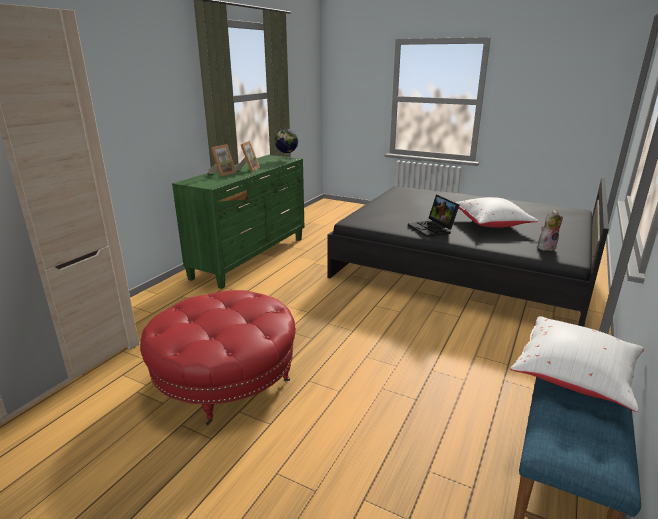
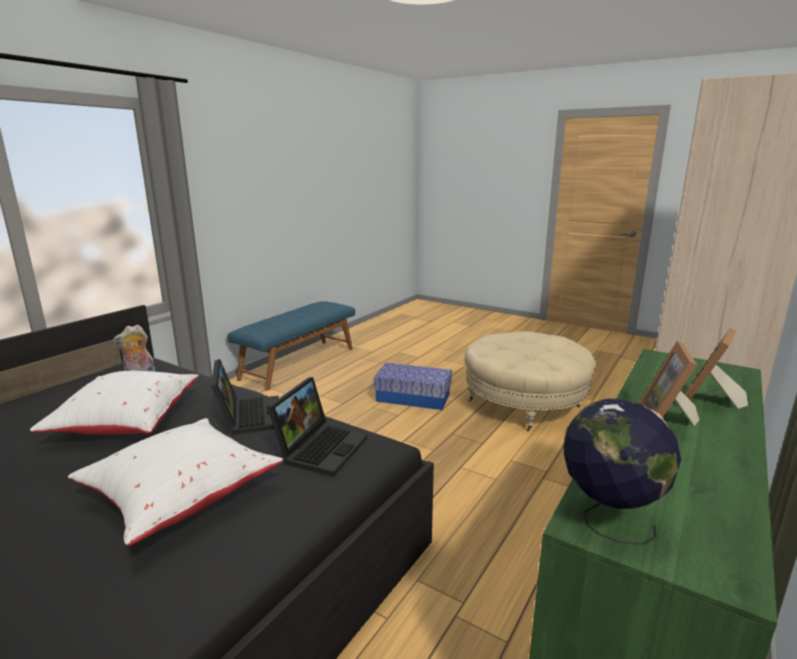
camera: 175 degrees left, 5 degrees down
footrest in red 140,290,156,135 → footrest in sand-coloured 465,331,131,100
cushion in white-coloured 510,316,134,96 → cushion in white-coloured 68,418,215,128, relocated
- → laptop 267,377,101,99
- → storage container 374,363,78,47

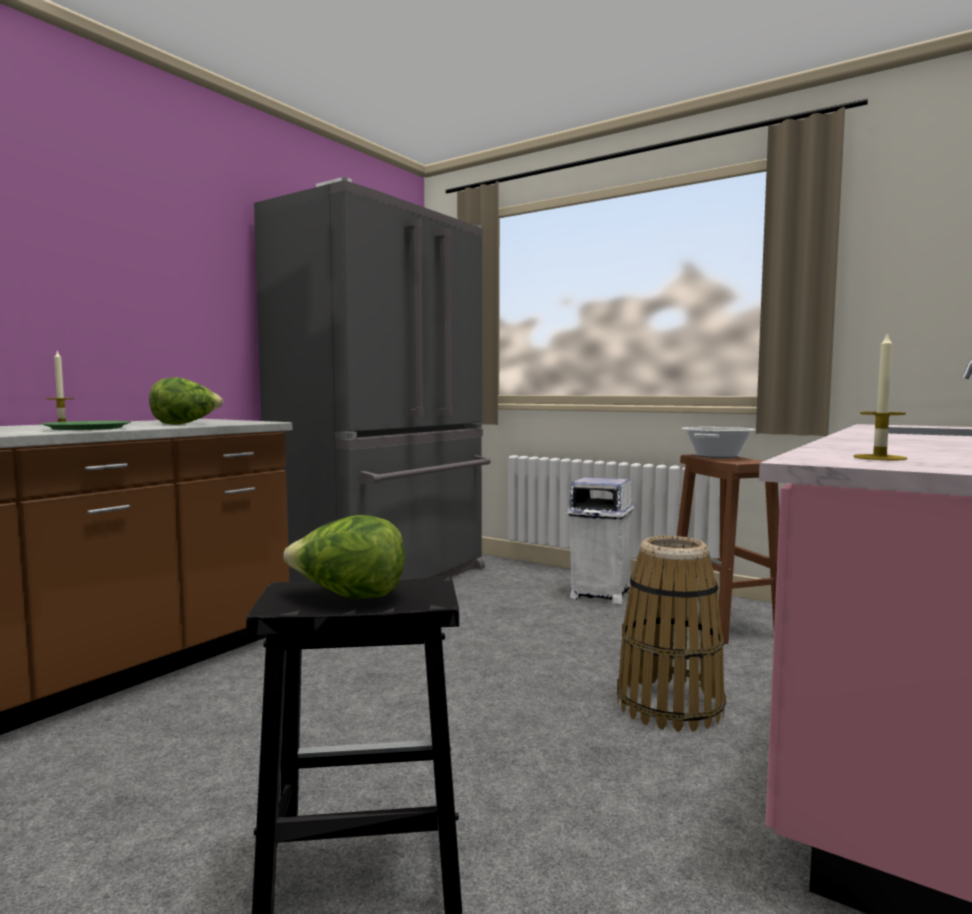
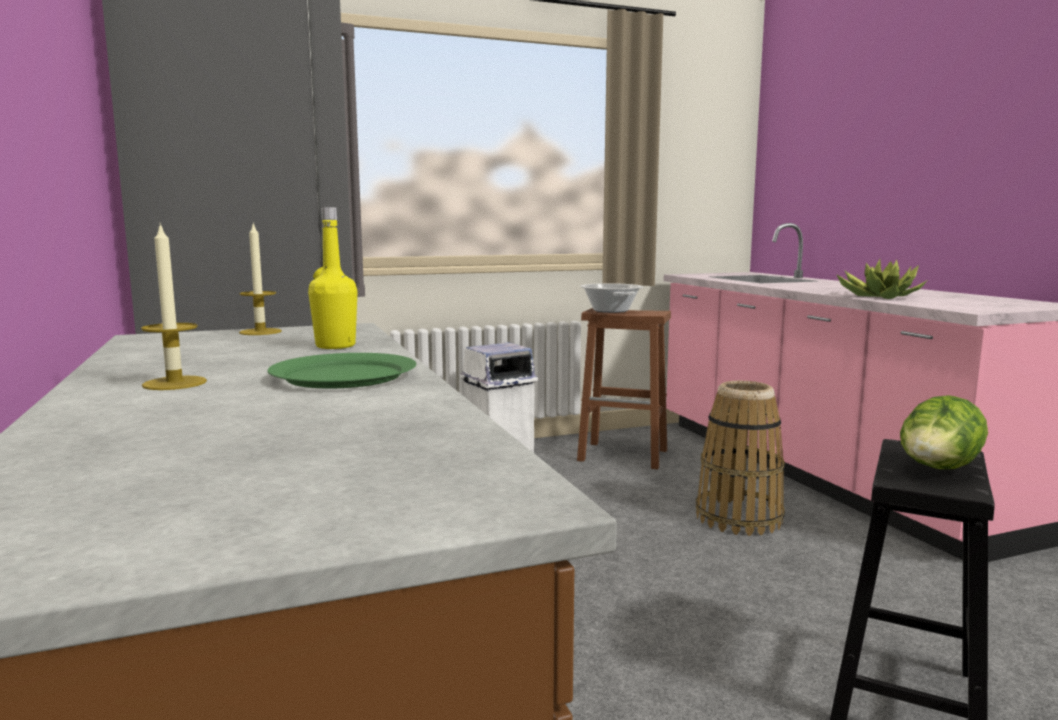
camera: 55 degrees left, 5 degrees up
lettuce head 149,377,74,48 → drink bottle in yellow 308,207,50,142
wax candle 854,331,53,129 → wax candle 239,222,43,113, relocated
- → plant in a pot 836,259,92,40

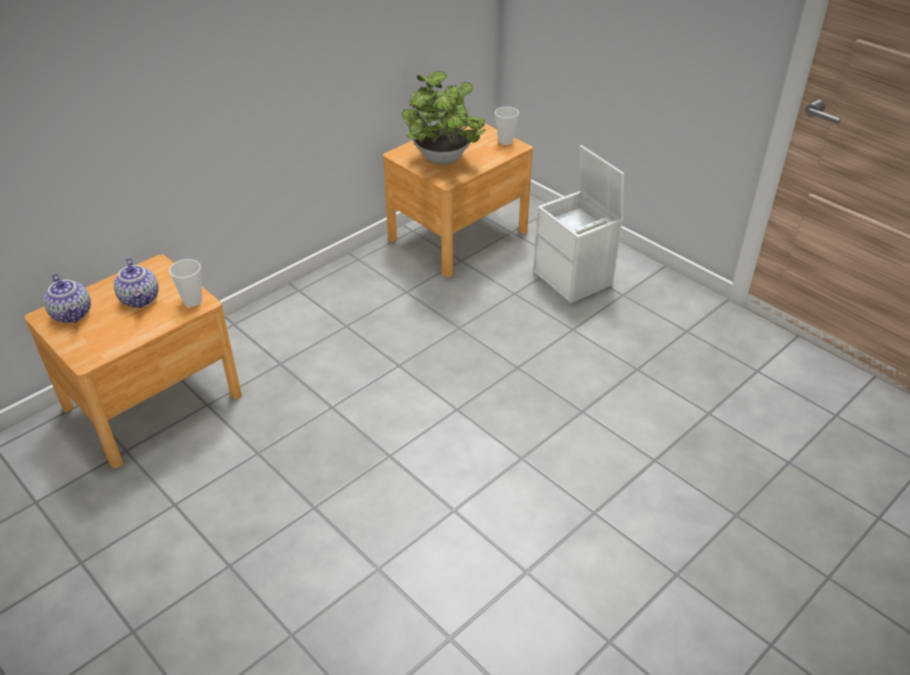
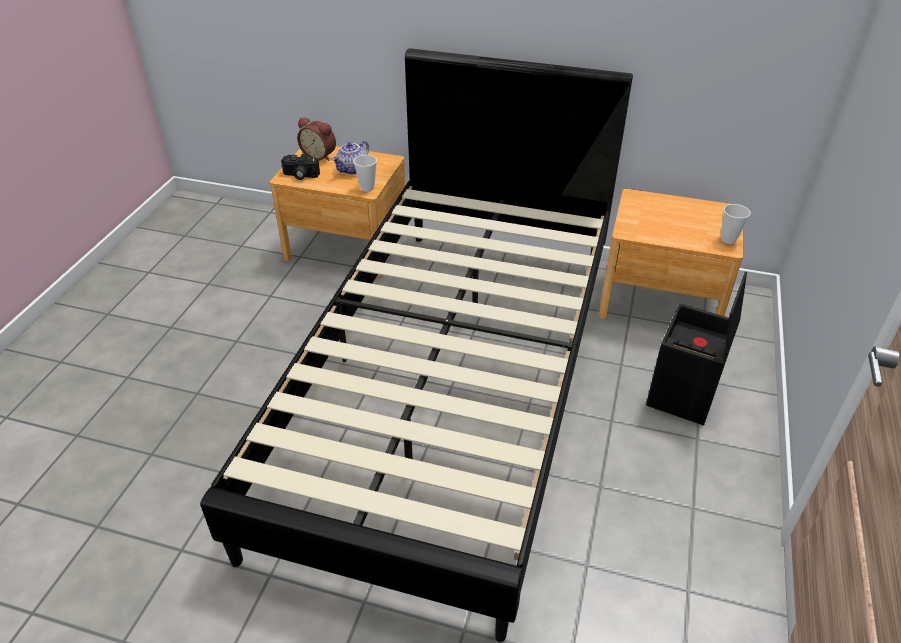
camera: 60 degrees right, 0 degrees up
teapot 44,274,47,49 → table clock 297,117,39,44
plant in a pot 402,71,84,94 → -
storage container in white-coloured 533,145,91,158 → storage container in black 646,272,101,154
- → bed in black 200,48,433,594
- → photo camera 281,154,39,26

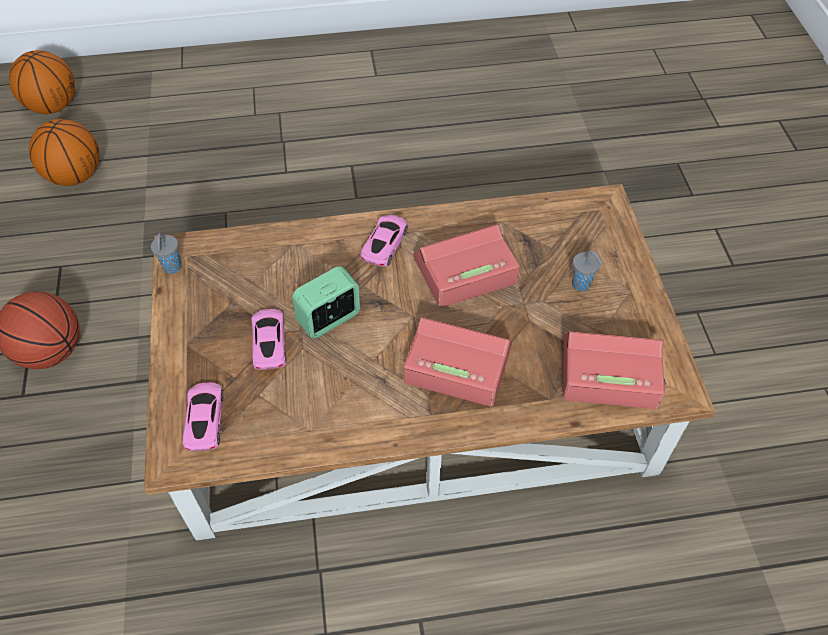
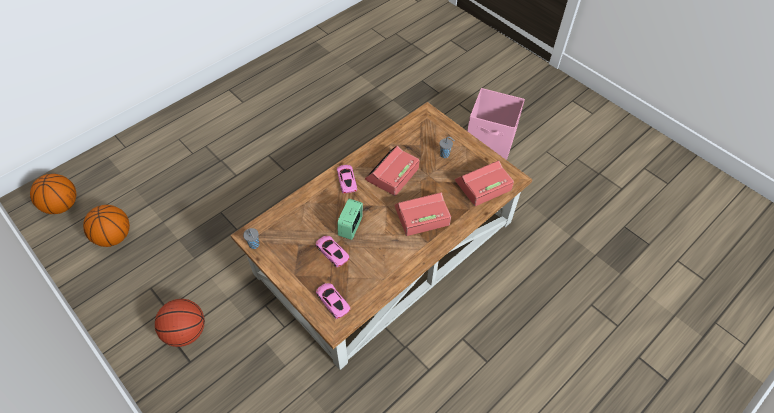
camera: 35 degrees left, 0 degrees up
- → storage container in pink 467,88,58,72

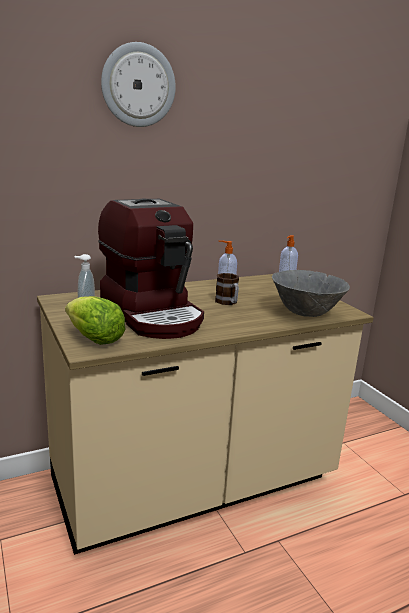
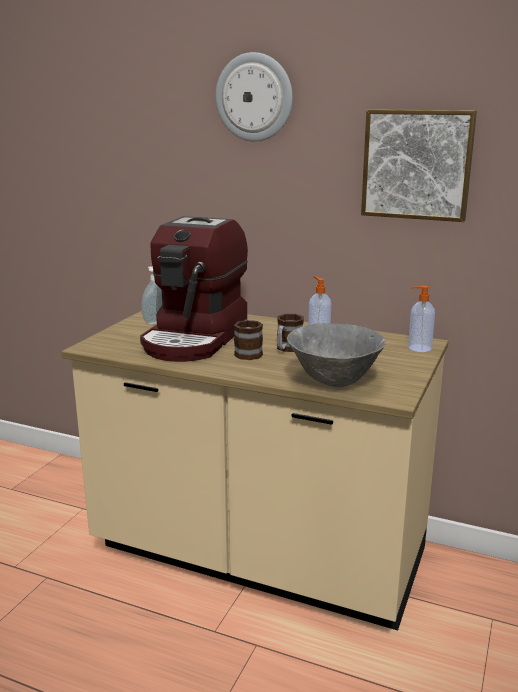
camera: 50 degrees right, 0 degrees up
lettuce head 65,296,61,49 → -
- → mug 234,320,29,40
- → wall art 361,109,116,113

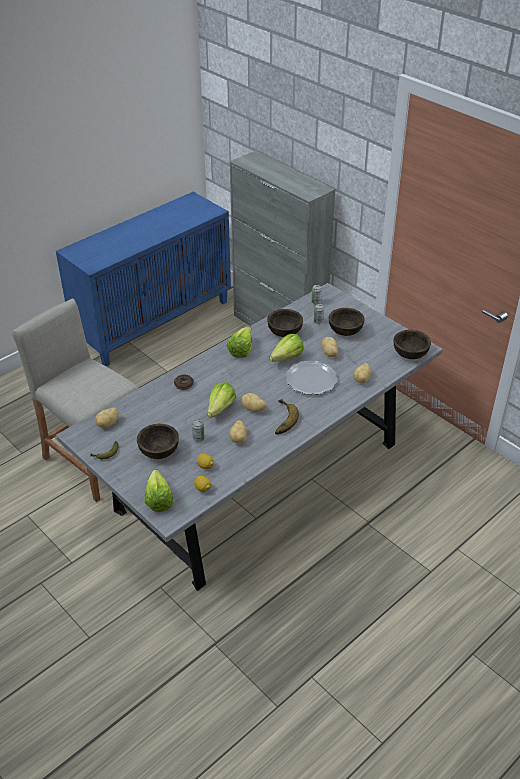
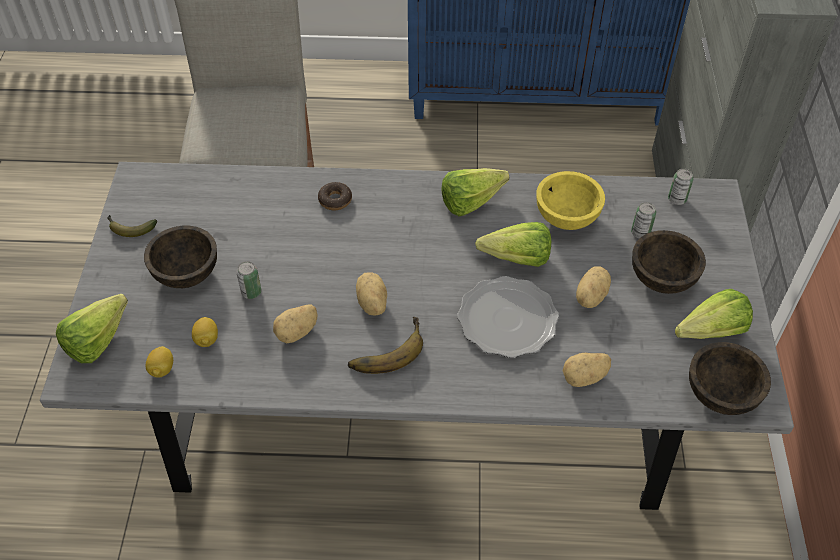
camera: 45 degrees right, 10 degrees up
potato 95,407,24,21 → -
lettuce head 208,382,28,36 → lettuce head 675,289,78,50, relocated
deep dish in brown 267,309,36,28 → deep dish in yellow 536,171,69,59

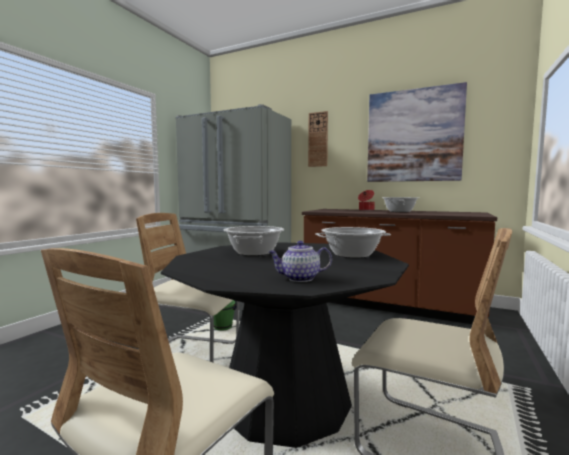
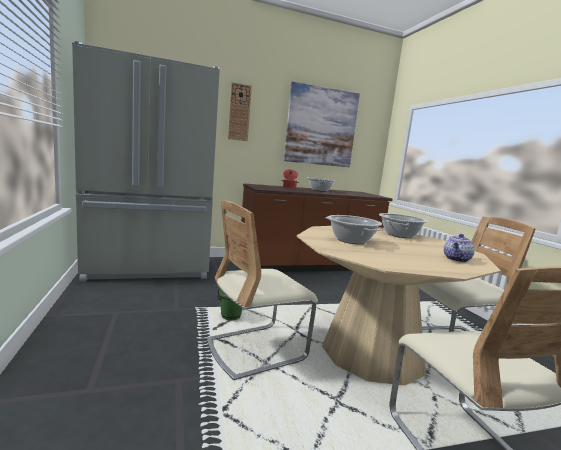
camera: 45 degrees left, 5 degrees up
kitchen table in black 161,242,248,206 → kitchen table in sand-coloured 297,226,204,159

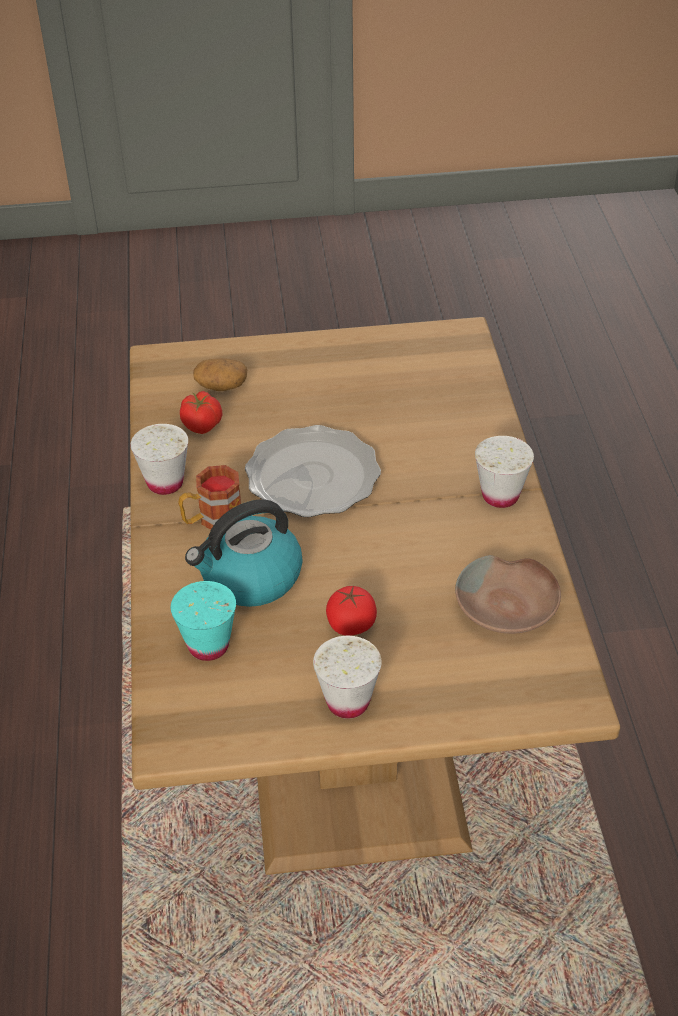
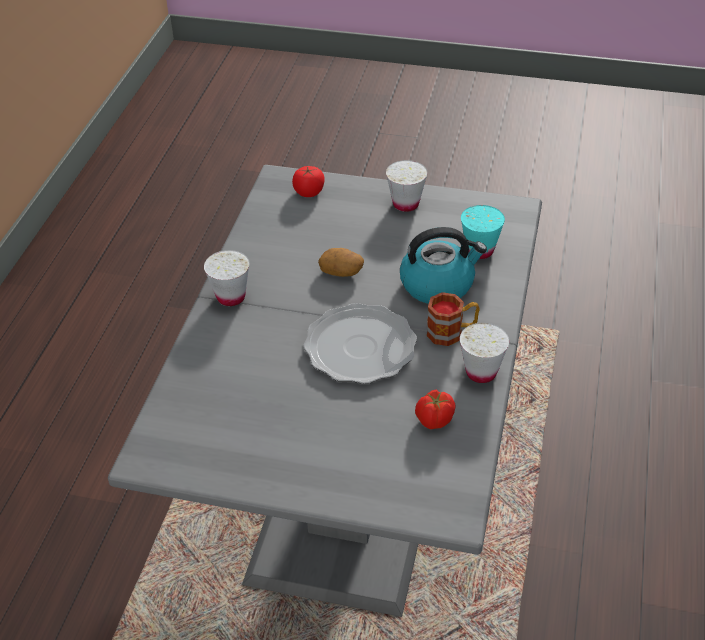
camera: 160 degrees left, 0 degrees up
kitchen table in brown 130,317,490,558 → kitchen table in gray 108,165,434,452
potato 193,358,54,33 → potato 318,248,46,29, relocated
fresh tomato 326,585,51,51 → fresh tomato 292,166,33,31, relocated
deep dish in brown 455,555,106,79 → -

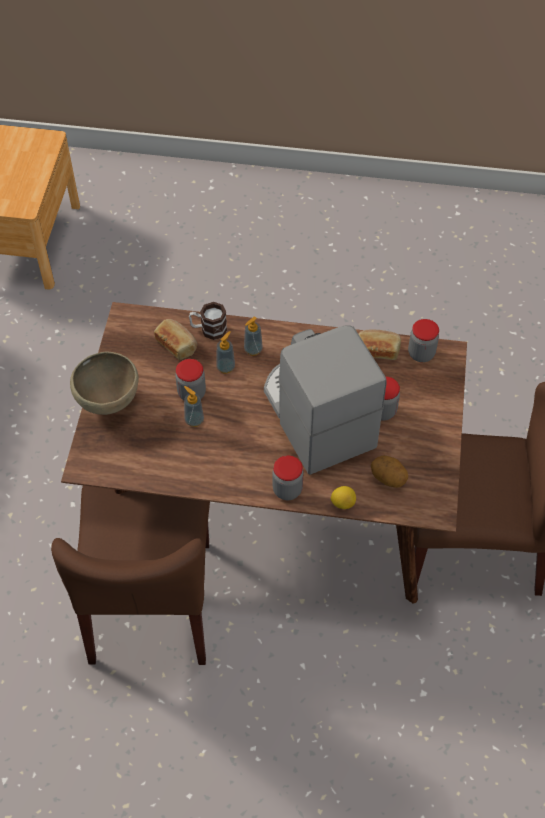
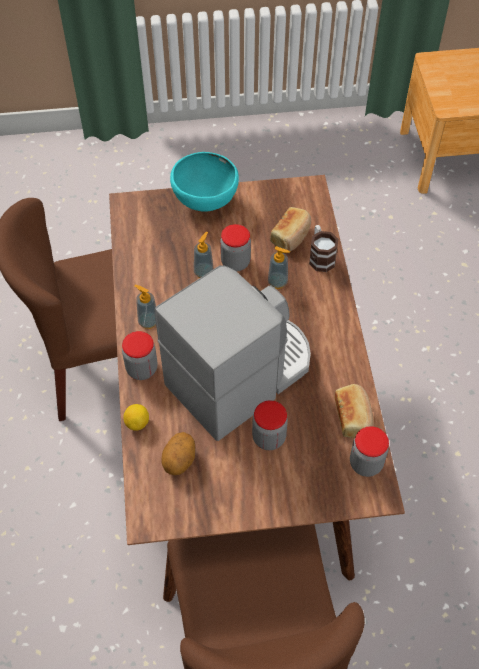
camera: 75 degrees right, 0 degrees up
deep dish in brown 70,352,69,63 → deep dish in blue-green 170,152,69,60
soap bottle 244,317,19,39 → soap bottle 134,285,22,44, relocated

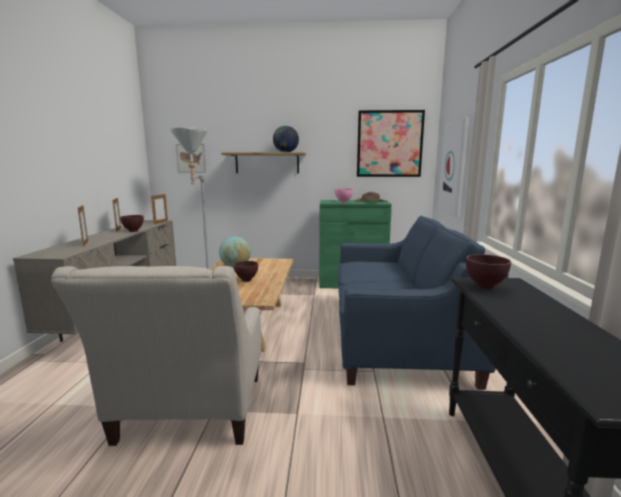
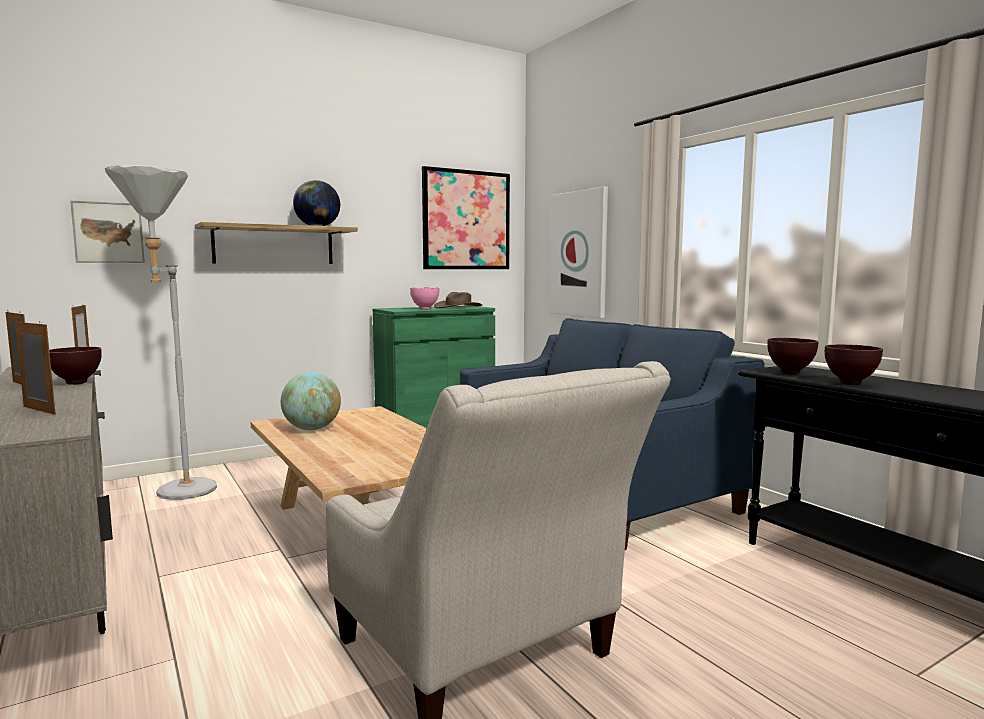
camera: 35 degrees left, 5 degrees down
deep dish in brown 234,261,24,21 → deep dish in brown 825,344,58,41, relocated

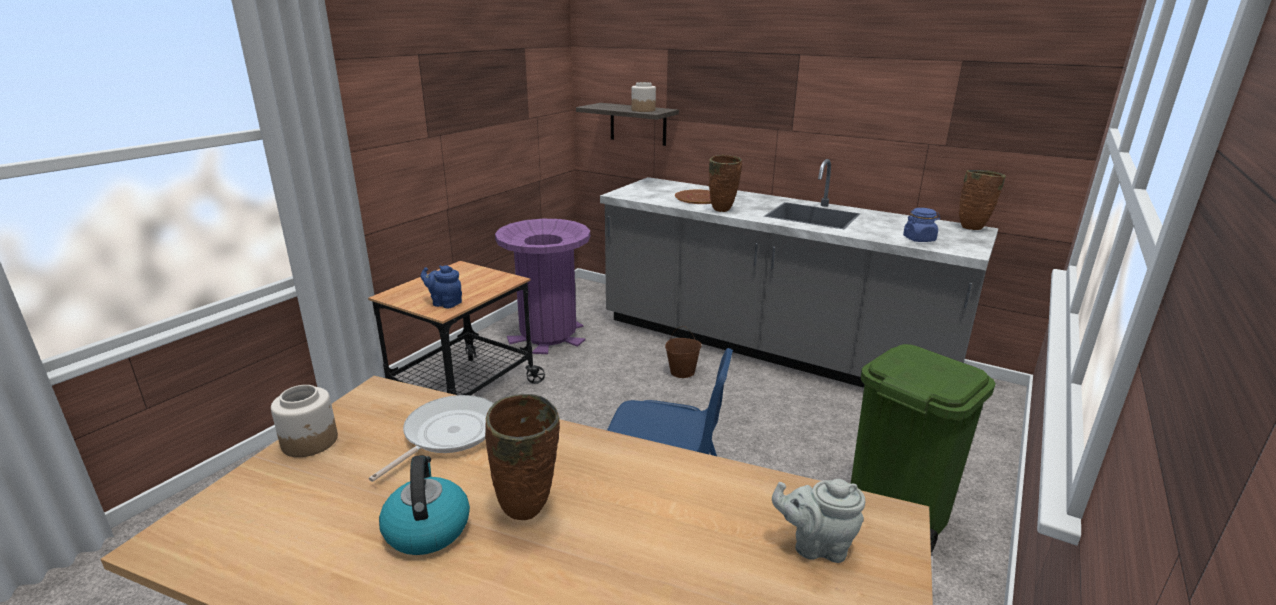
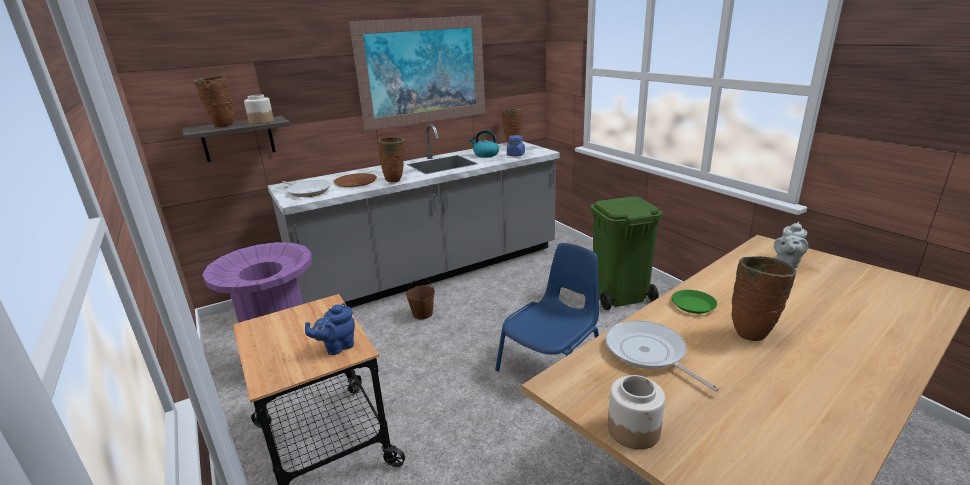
camera: 60 degrees left, 0 degrees up
water kettle 379,455,91,100 → water kettle 469,130,30,27, relocated
- → decorative vase in brown 194,76,40,51
- → pan 282,180,49,17
- → wall art 349,16,136,115
- → flat dish in green 671,290,46,24

